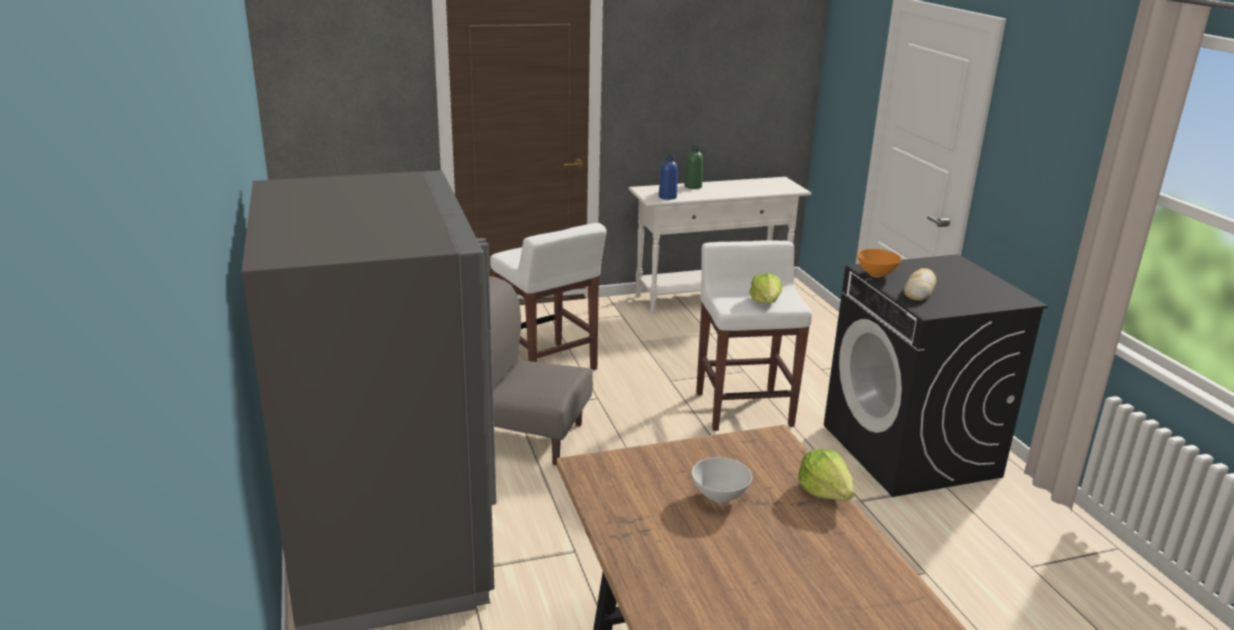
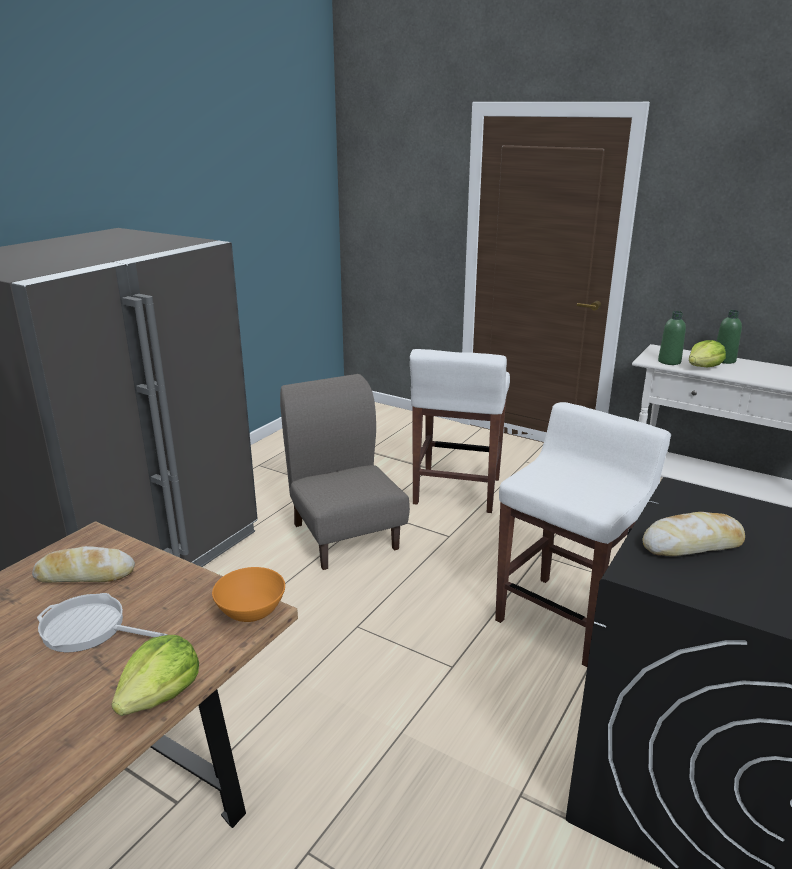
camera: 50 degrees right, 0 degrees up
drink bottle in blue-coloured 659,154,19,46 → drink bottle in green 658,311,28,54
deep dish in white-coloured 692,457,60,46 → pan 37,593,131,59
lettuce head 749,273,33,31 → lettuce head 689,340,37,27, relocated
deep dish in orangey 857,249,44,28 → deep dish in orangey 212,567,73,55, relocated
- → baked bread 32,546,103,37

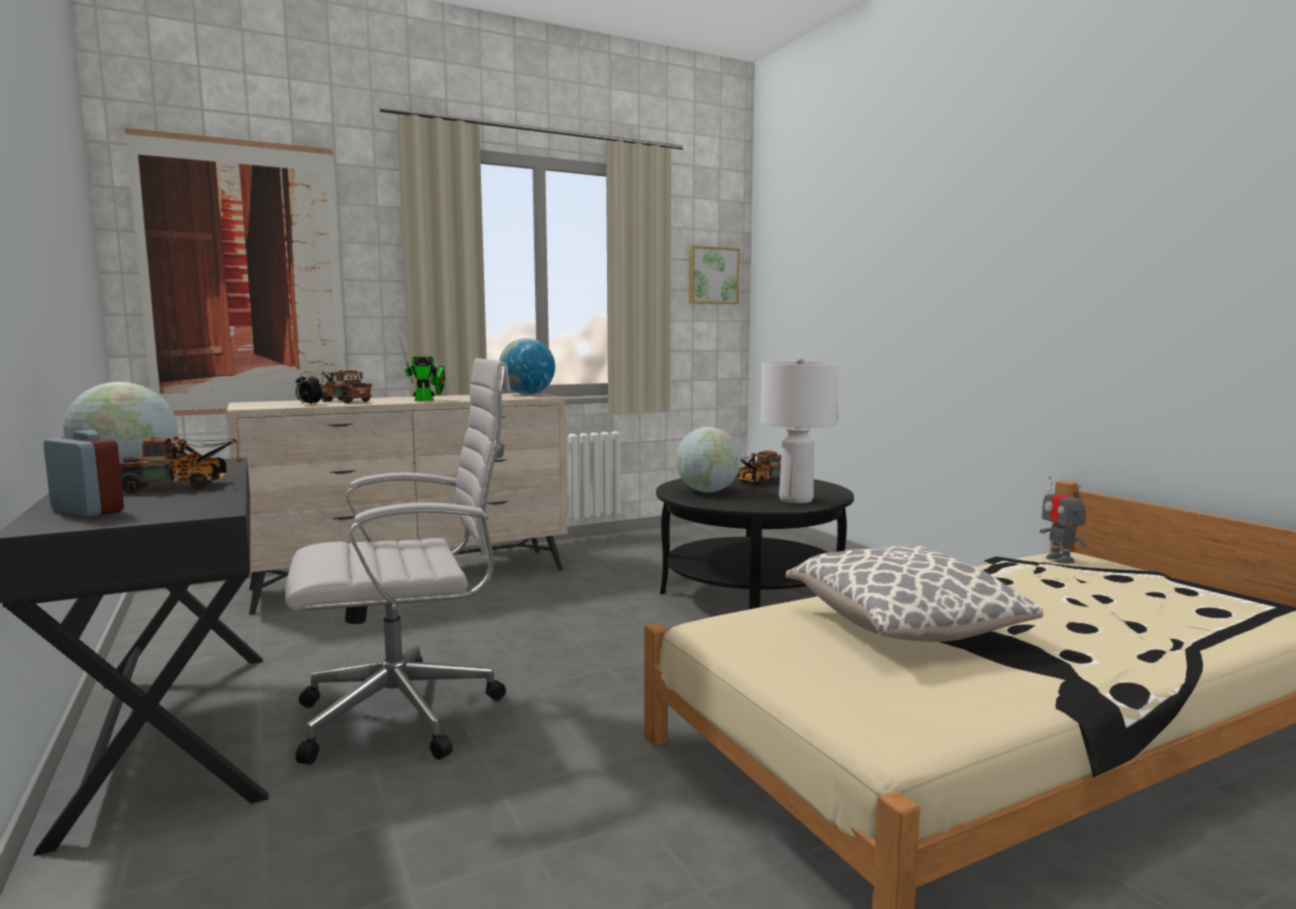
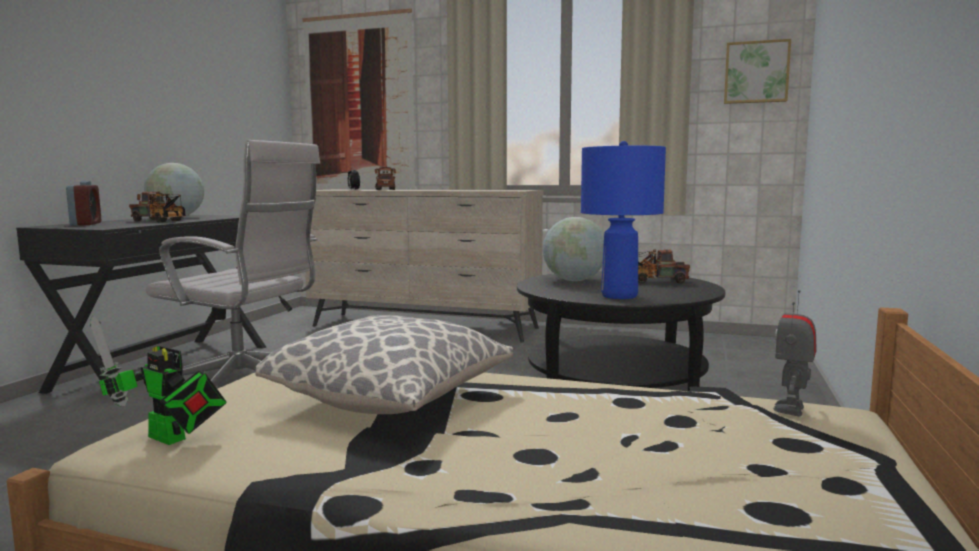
camera: 45 degrees right, 0 degrees up
model robot 400,339,45,62 → model robot 90,316,136,129, relocated
world globe 499,338,56,57 → -
table lamp in white-coloured 761,357,78,146 → table lamp in blue-coloured 581,141,85,158

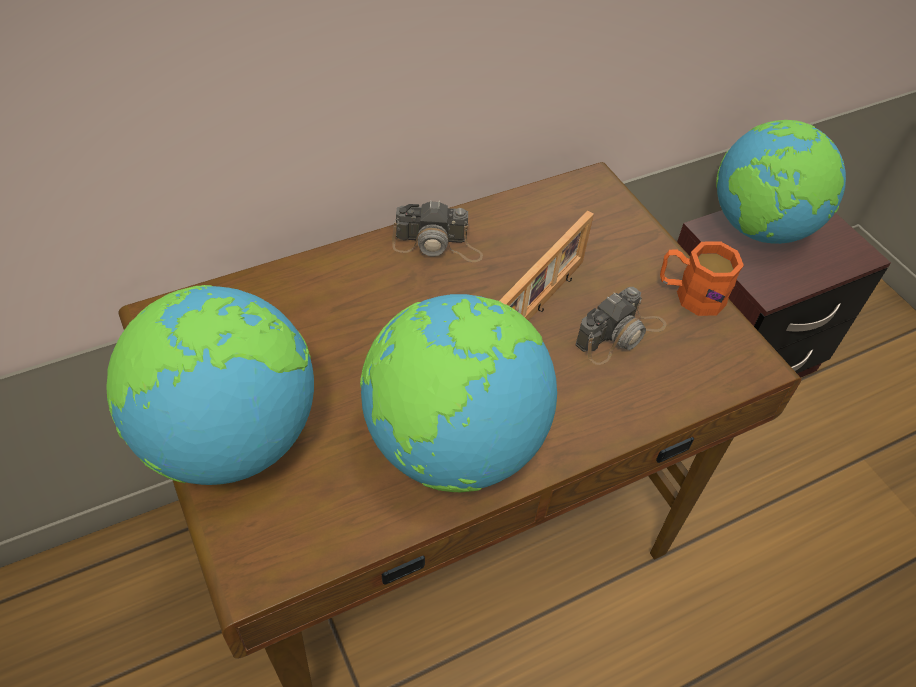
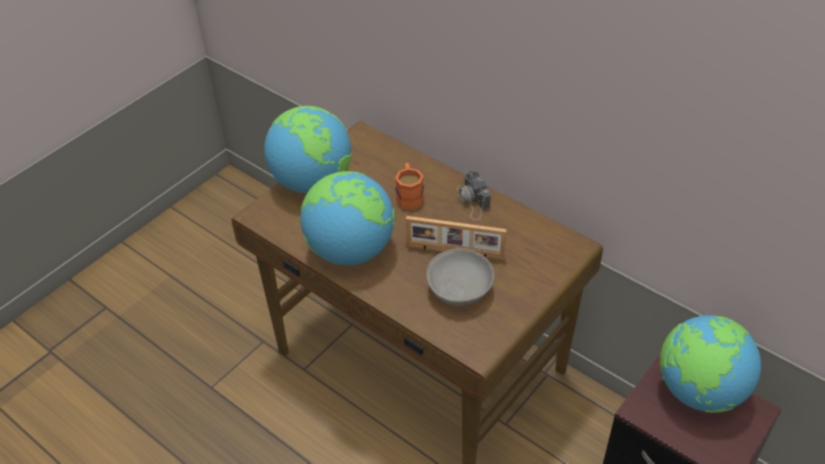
camera: 70 degrees right, 5 degrees down
photo camera 576,287,90,78 → deep dish in gray 427,248,67,58
mug in orangey 660,241,84,75 → mug in orangey 395,163,29,47, relocated

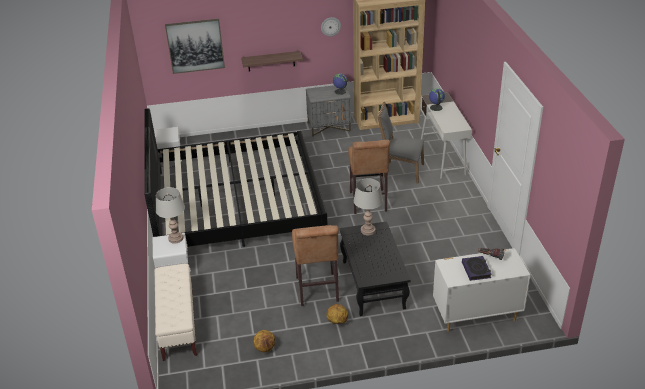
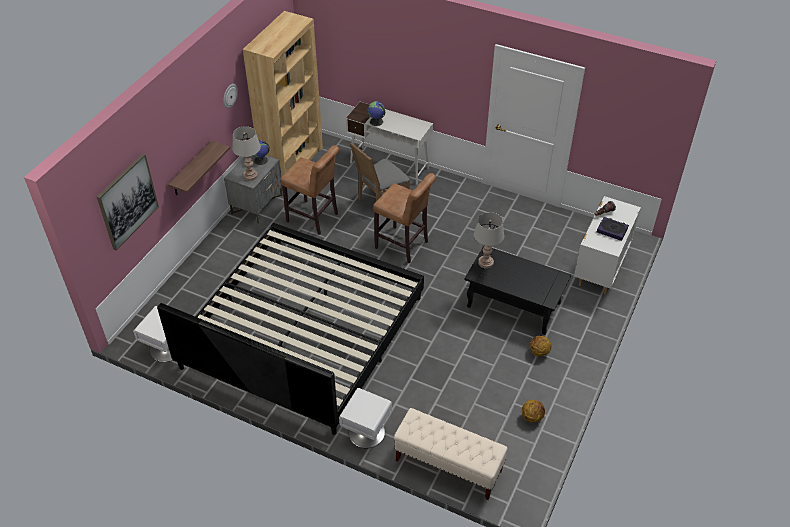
camera: 55 degrees left, 10 degrees up
table lamp in gray 156,187,29,57 → table lamp in gray 232,126,29,55, relocated
stool in brown 292,225,47,81 → stool in brown 280,145,59,90, relocated

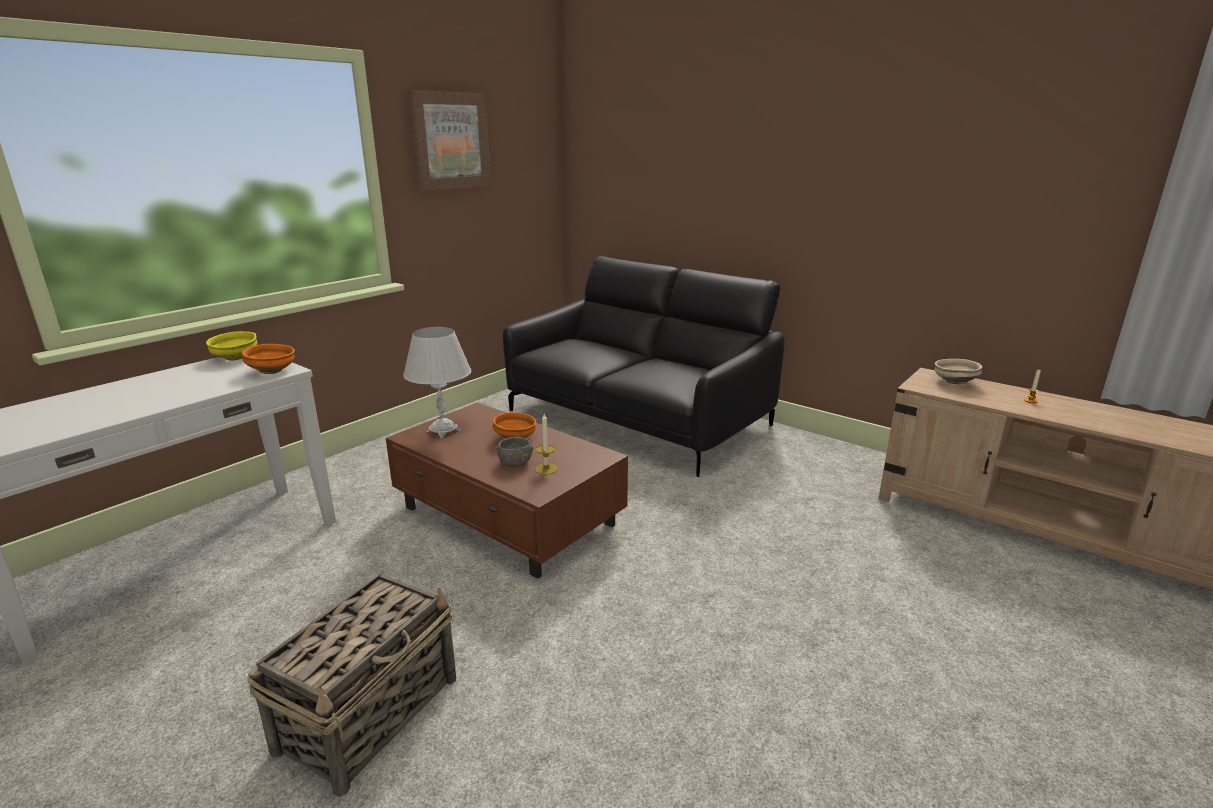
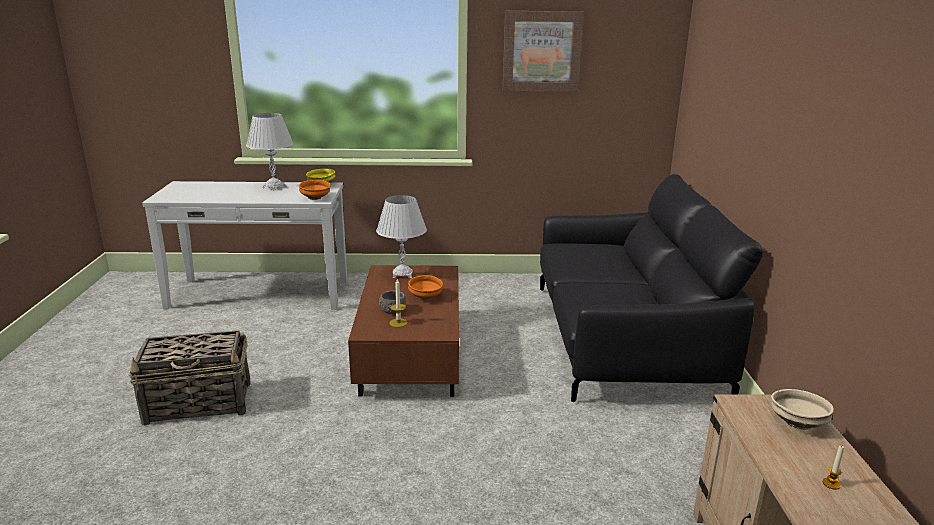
camera: 50 degrees right, 0 degrees up
- → table lamp in white-coloured 246,113,48,77

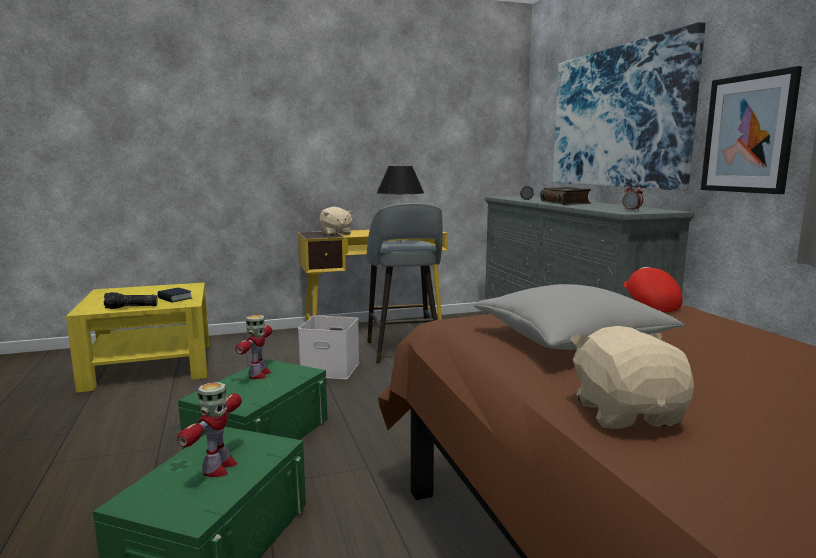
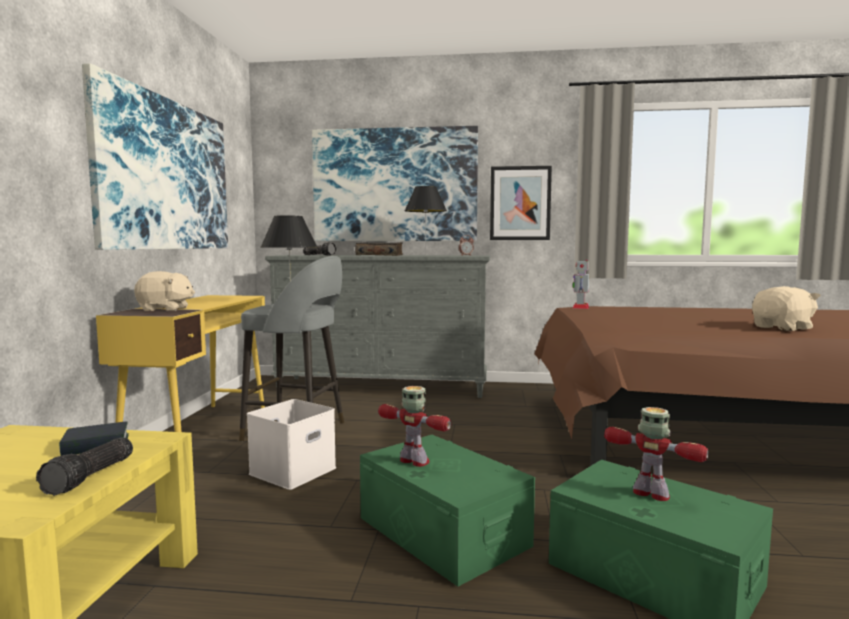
camera: 65 degrees left, 5 degrees down
cushion in gray 474,284,212,66 → -
plush toy in sand-coloured 570,326,124,103 → plush toy in sand-coloured 752,286,69,45, 135 degrees clockwise
cap in red 623,267,59,45 → model robot 573,260,16,49
- → wall art 82,63,146,187
- → table lamp in black 405,186,42,70

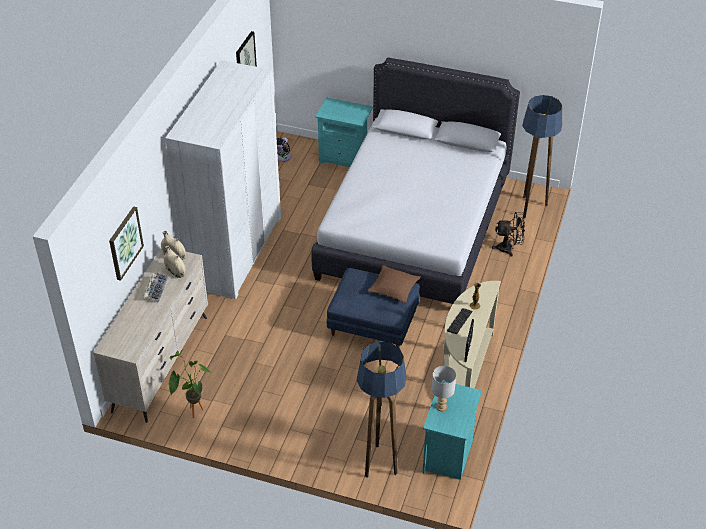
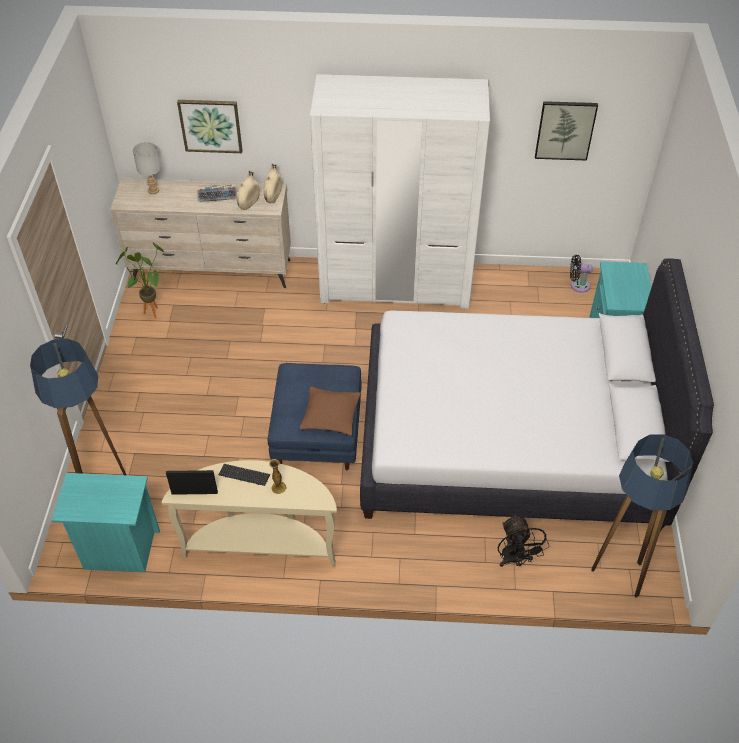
camera: 75 degrees right, 5 degrees up
table lamp in gray 432,366,24,45 → table lamp in gray 133,142,28,52, relocated

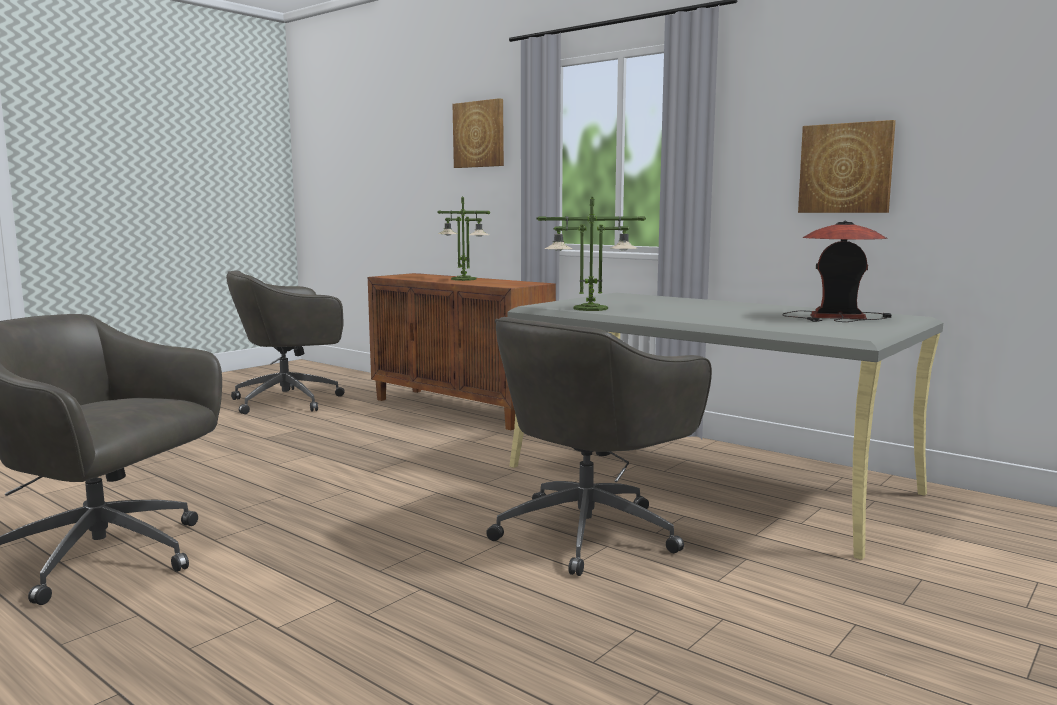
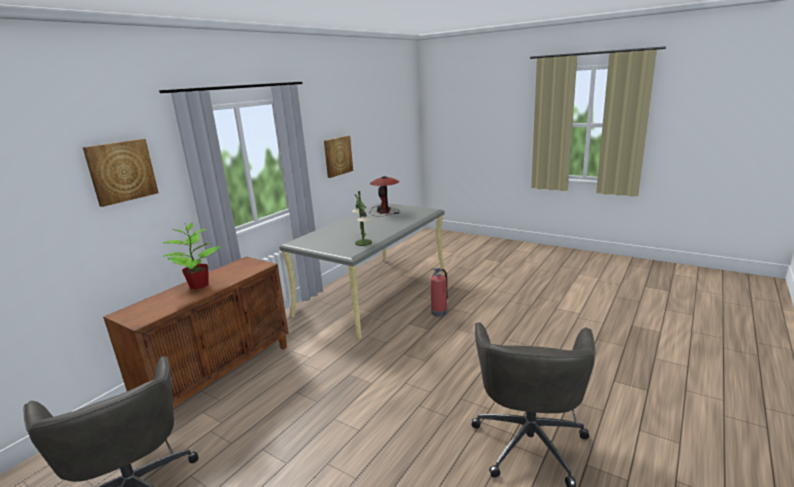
camera: 95 degrees left, 10 degrees up
table lamp 437,197,53,84 → plant in a pot 163,222,59,67
computer chair in gray 486,317,226,259 → extinguisher 430,268,19,49

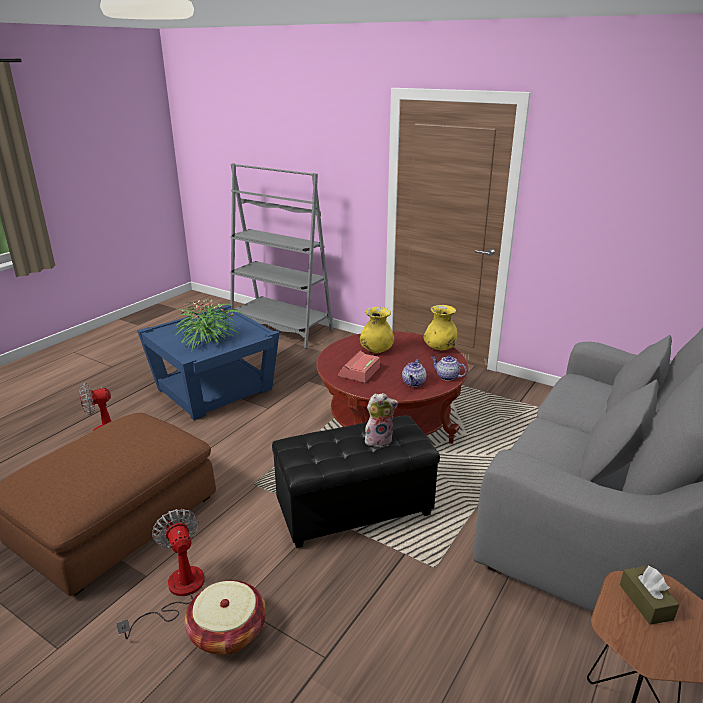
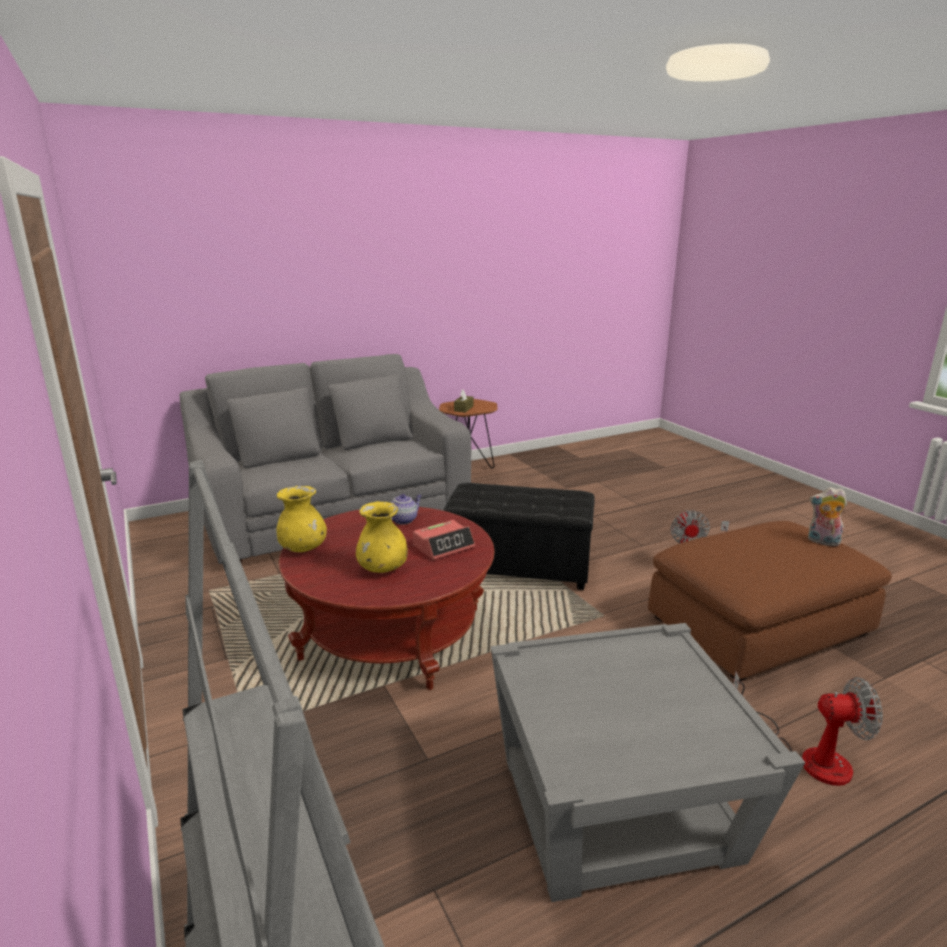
camera: 150 degrees left, 5 degrees down
accent table in blue-coloured 137,305,143,115 → accent table in gray 491,623,315,279
plant in a pot 174,299,70,51 → -
storage basket 184,580,82,75 → -
plush toy 365,393,33,54 → plush toy 808,487,39,59, relocated
teapot 431,356,36,25 → -

